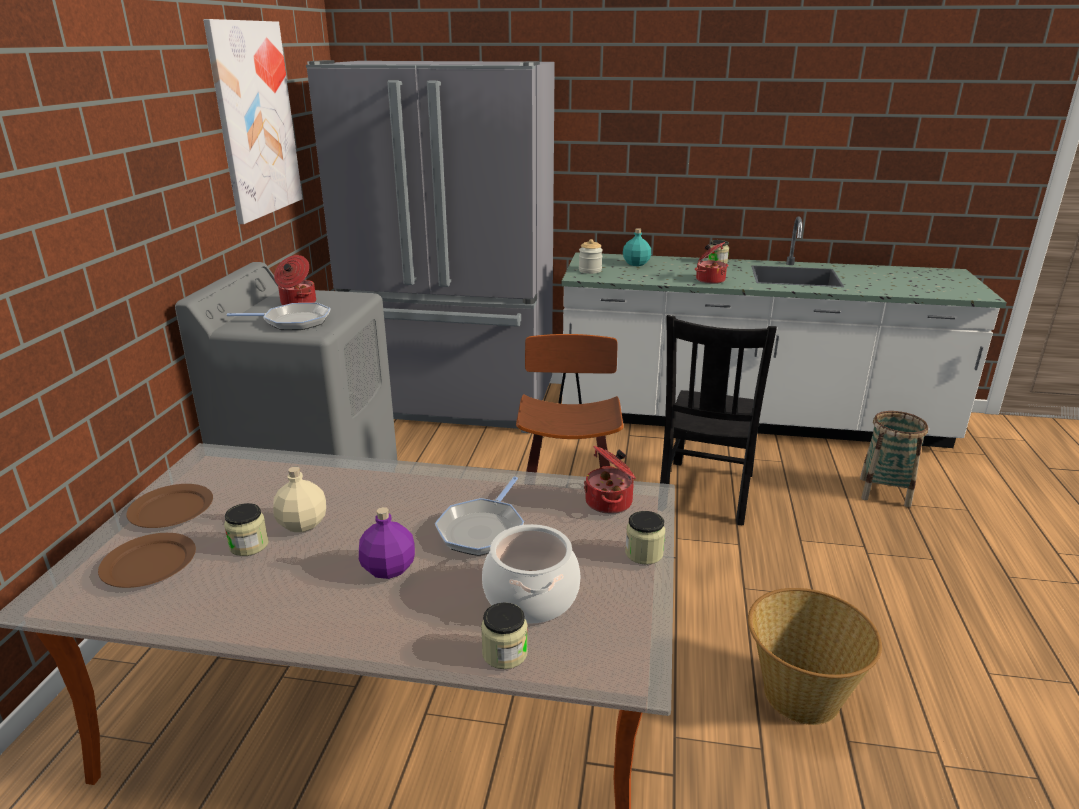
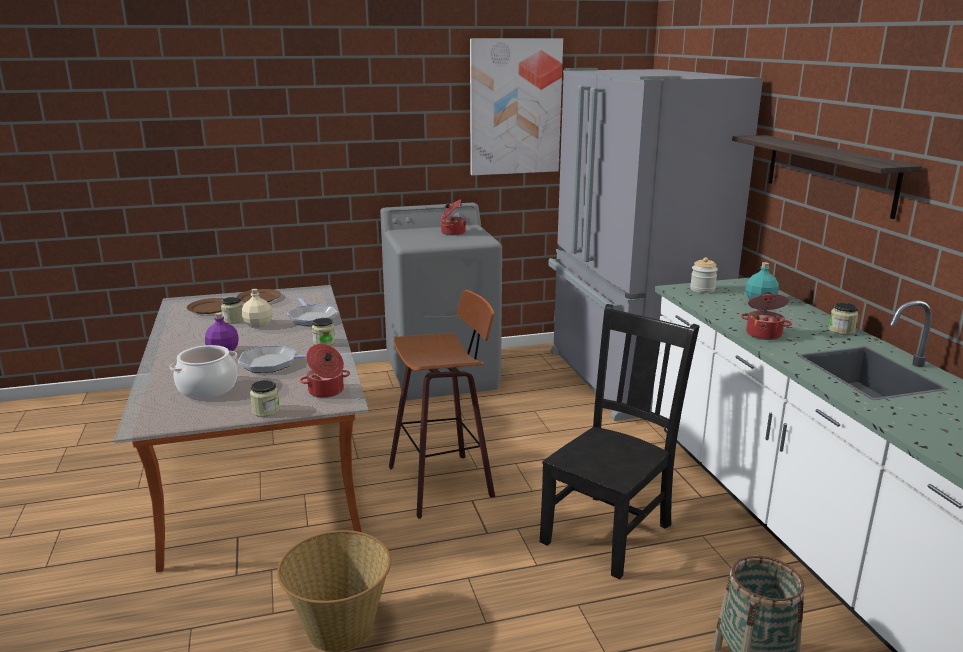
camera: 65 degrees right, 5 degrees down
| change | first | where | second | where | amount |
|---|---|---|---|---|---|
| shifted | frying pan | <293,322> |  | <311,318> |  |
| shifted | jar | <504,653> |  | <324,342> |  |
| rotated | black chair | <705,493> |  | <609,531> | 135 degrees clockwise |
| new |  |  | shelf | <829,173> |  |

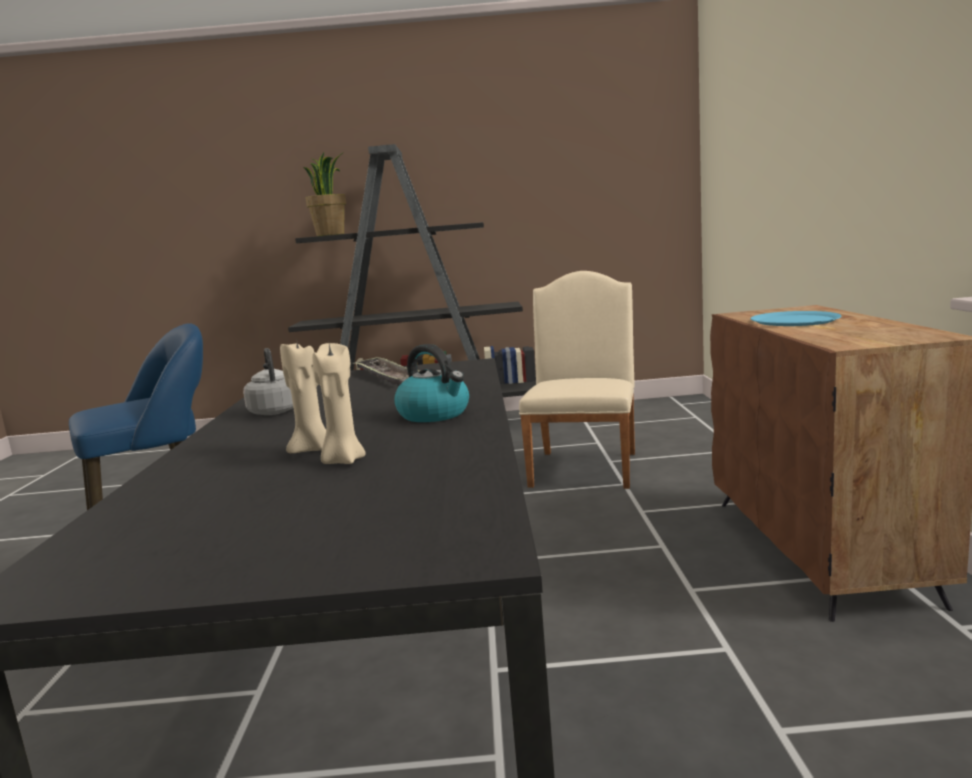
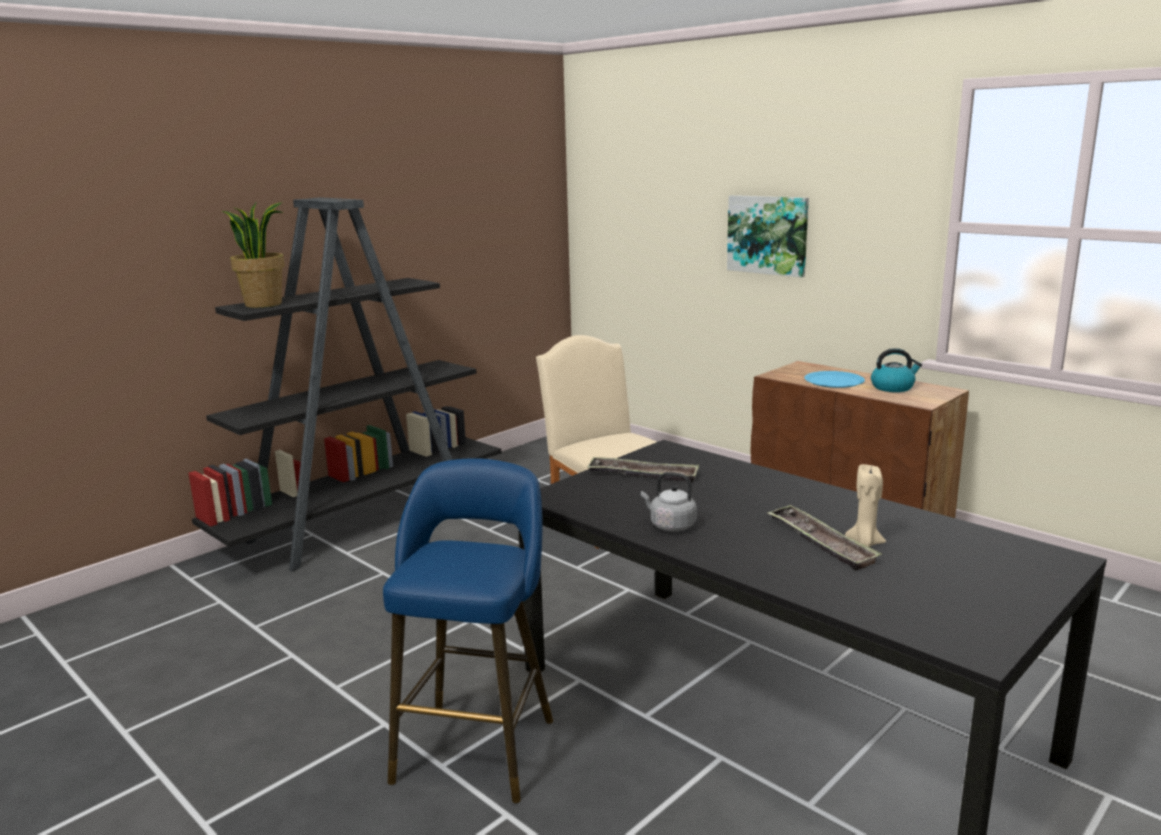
camera: 45 degrees left, 5 degrees up
| change | first | where | second | where | amount |
|---|---|---|---|---|---|
| swapped | beige candle | <313,450> | tray | <820,542> |  |
| shifted | kettle | <435,414> |  | <893,387> |  |
| new |  |  | picture | <768,235> |  |

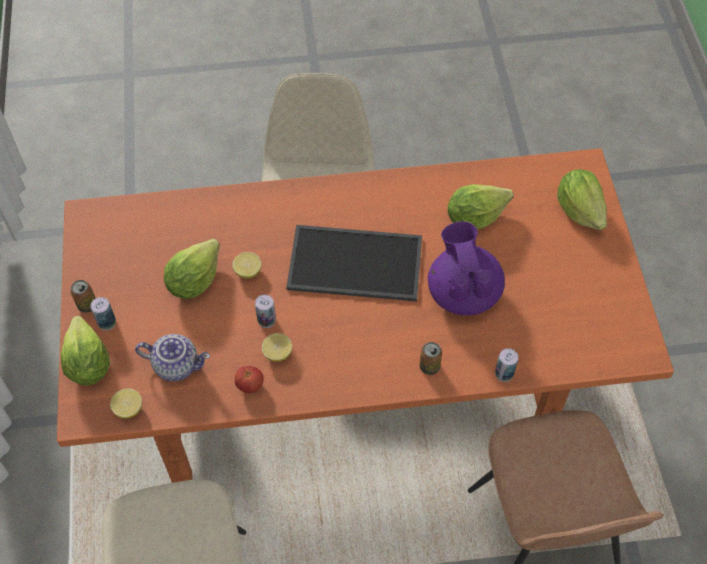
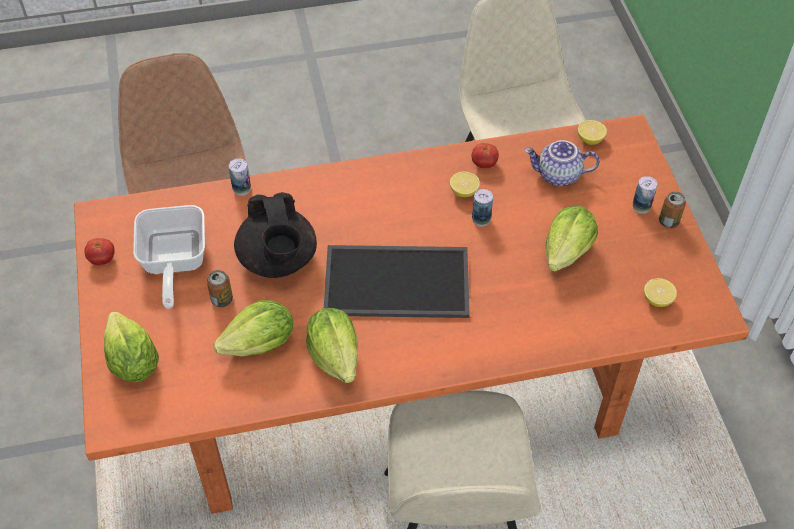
camera: 175 degrees right, 5 degrees down
| change | first | where | second | where | amount |
|---|---|---|---|---|---|
| shifted | lettuce | <88,364> |  | <335,356> |  |
| shifted | lemon | <248,271> |  | <657,300> |  |
| shifted | can | <429,366> |  | <222,300> |  |
| repainted | purple teapot | <463,292> | black teapot | <278,260> |  |
| new |  |  | tomato | <102,259> |  |
| new |  |  | frying pan | <173,263> |  |

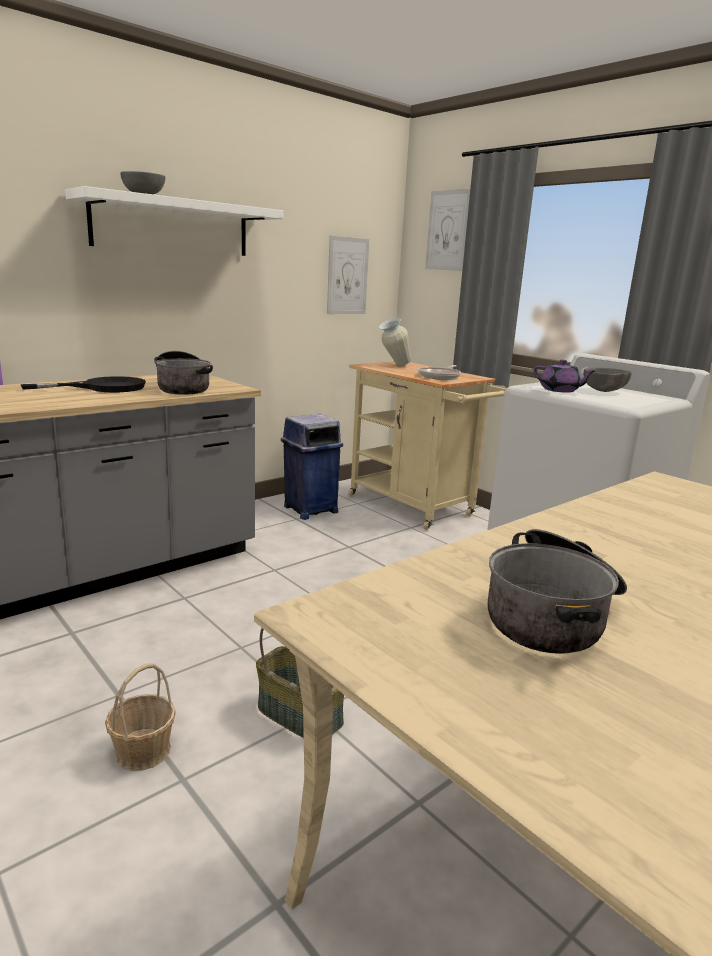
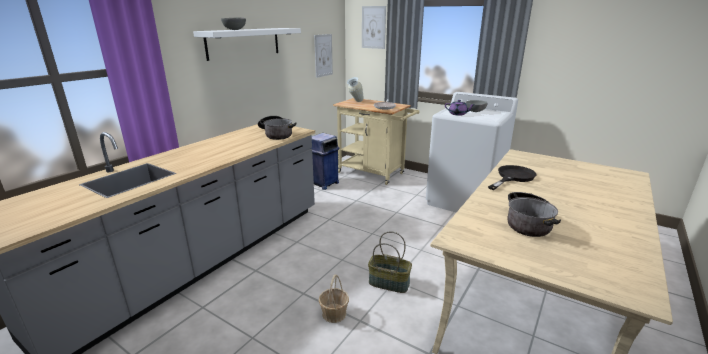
camera: 15 degrees left, 5 degrees up
| change | first | where | second | where | amount |
|---|---|---|---|---|---|
| shifted | black frying pan | <103,388> |  | <512,177> |  |

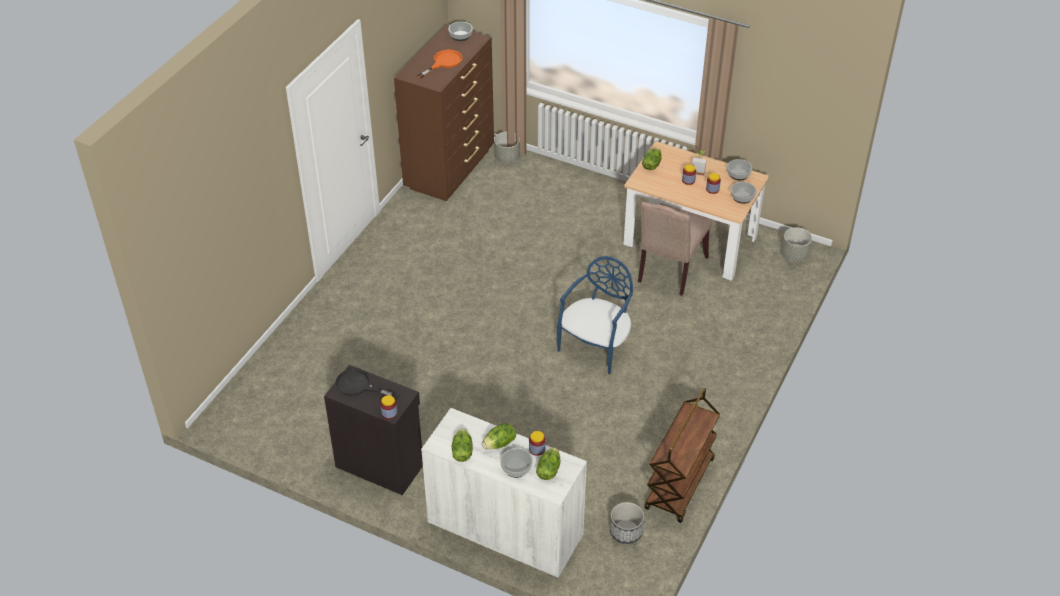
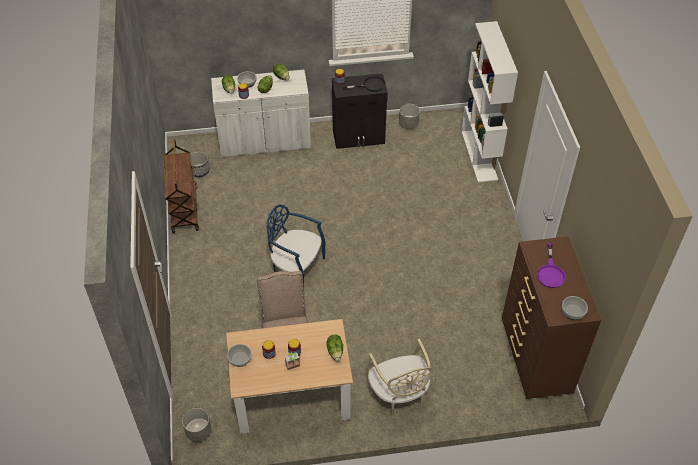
camera: 145 degrees right, 5 degrees up
| change | first | where | second | where | amount |
|---|---|---|---|---|---|
| repainted | orange frying pan | <444,62> | purple frying pan | <550,272> |  |
| shifted | grey planter | <507,158> |  | <408,124> |  |
| rotated | blue chair | <596,346> |  | <296,267> | 120 degrees clockwise |
| gone | bowl | <738,174> |  |  |  |
| new |  |  | beige chair | <399,395> |  |
| new |  |  | white bookcase | <479,155> |  |

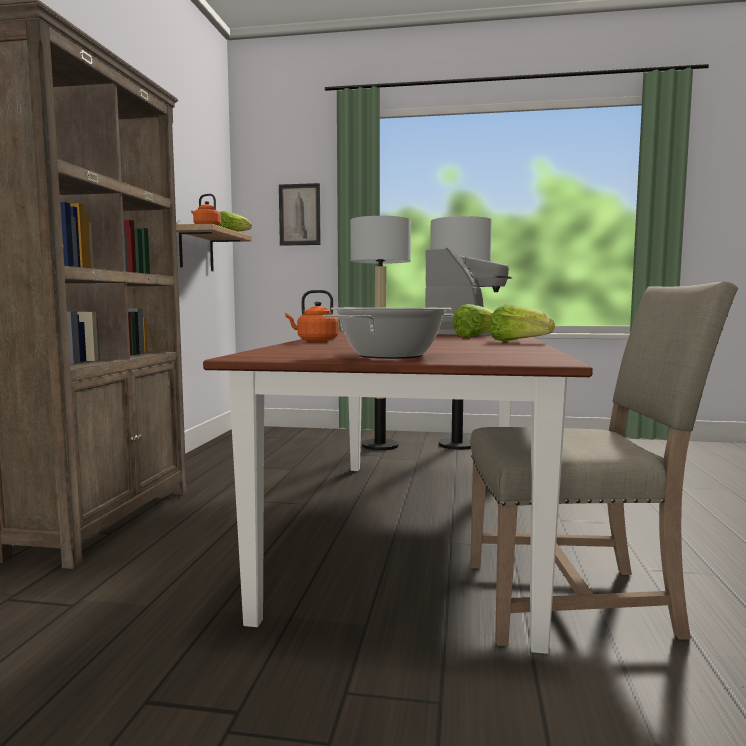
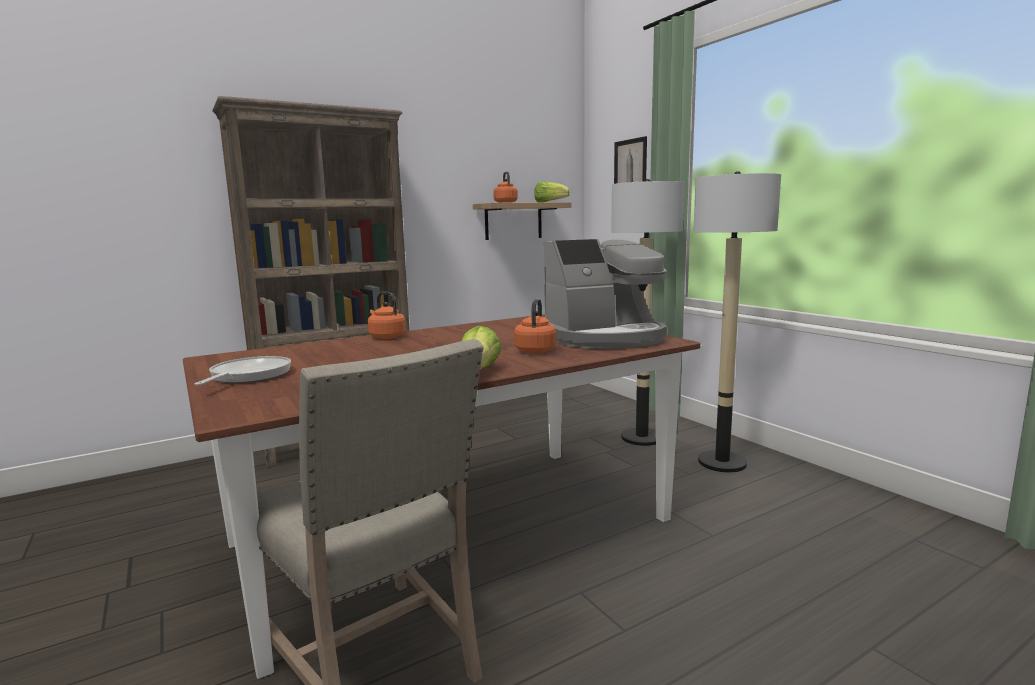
camera: 50 degrees right, 5 degrees up
| change | first | where | second | where | amount |
|---|---|---|---|---|---|
| swapped | cooking pot | <390,355> | frying pan | <248,376> |  |
| swapped | lettuce | <475,337> | orange kettle | <536,350> |  |

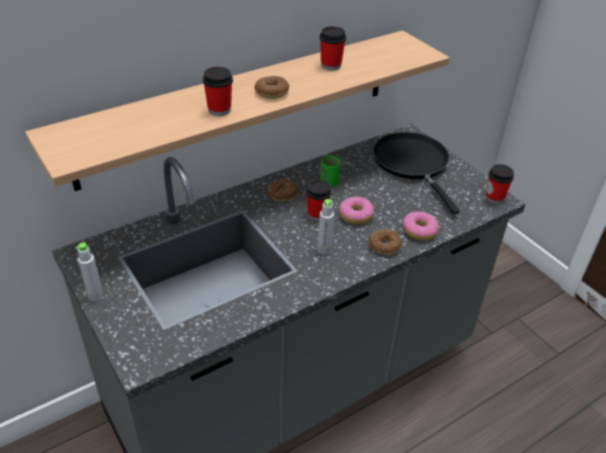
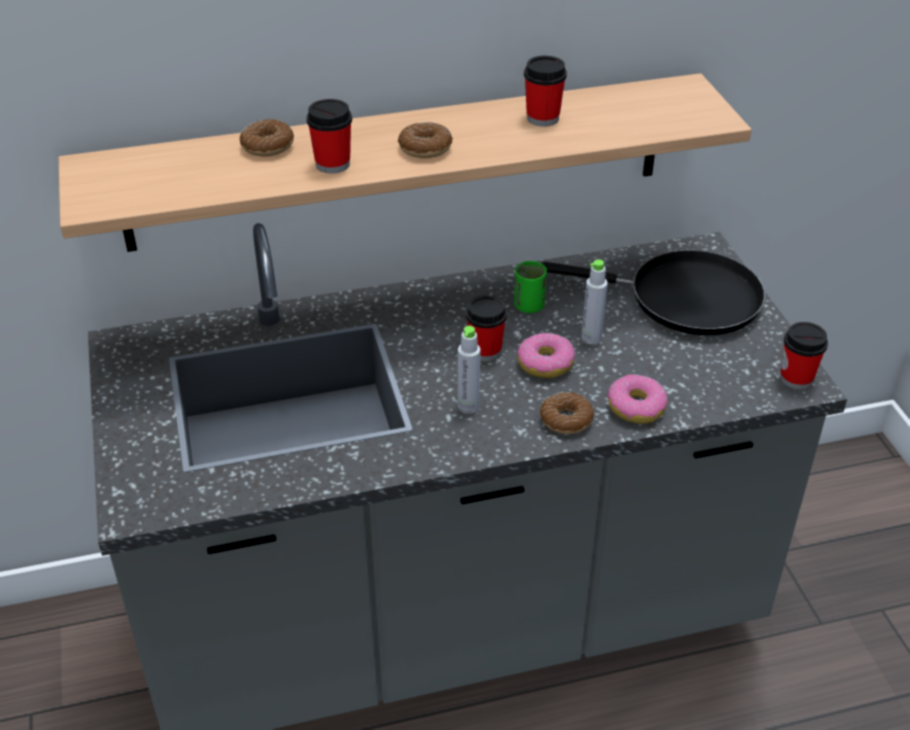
camera: 20 degrees right, 0 degrees up
| change | first | where | second | where | amount |
|---|---|---|---|---|---|
| shifted | grey bottle | <95,295> |  | <591,338> |  |
| shifted | donut | <282,194> |  | <268,146> |  |
| rotated | black frying pan | <413,164> |  | <684,299> | 105 degrees clockwise |

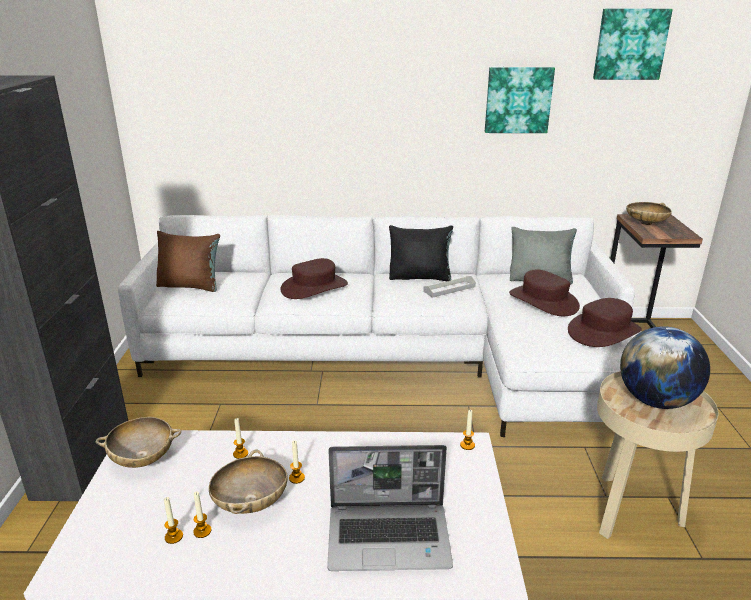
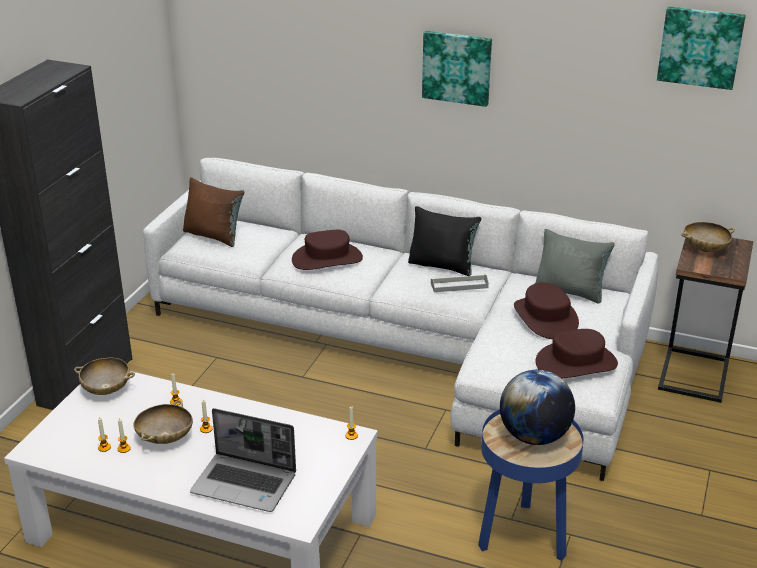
camera: 20 degrees right, 5 degrees up
| change | first | where | second | where | amount |
|---|---|---|---|---|---|
| shifted | picture | <518,100> |  | <457,67> |  |
| repainted | beige side table | <630,510> | blue side table | <523,536> |  |

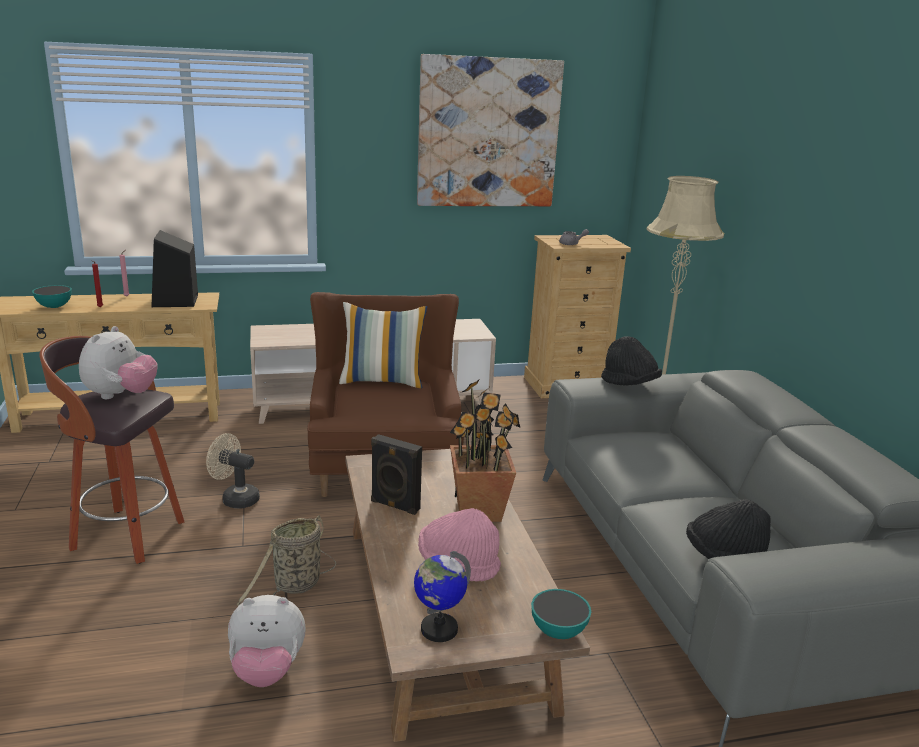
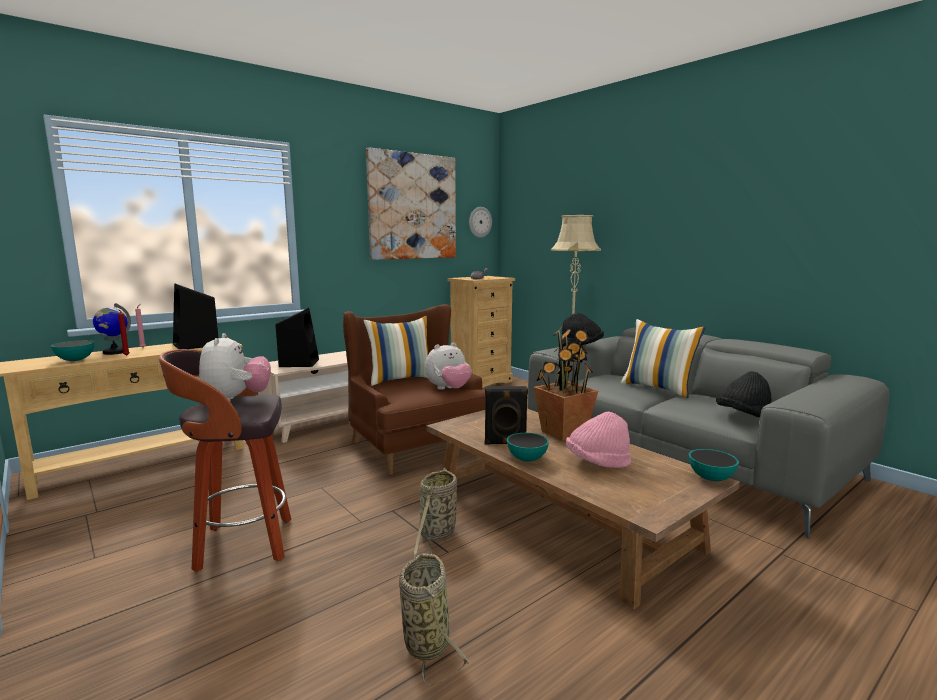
camera: 25 degrees left, 10 degrees down
| change | first | where | second | where | amount |
|---|---|---|---|---|---|
| gone | beige fan | <235,498> |  |  |  |
| shifted | plush toy | <267,671> |  | <448,389> |  |
| shifted | globe | <438,629> |  | <114,352> |  |
| new |  |  | black speaker | <299,363> |  |
| new |  |  | basket | <426,641> |  |
| new |  |  | wall clock | <480,222> |  |
| new |  |  | bowl | <527,459> |  |
| new |  |  | pillow | <658,388> |  |

